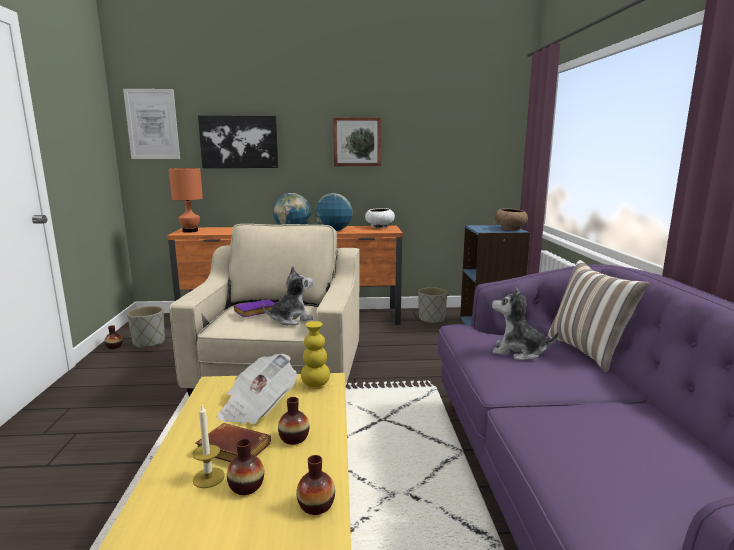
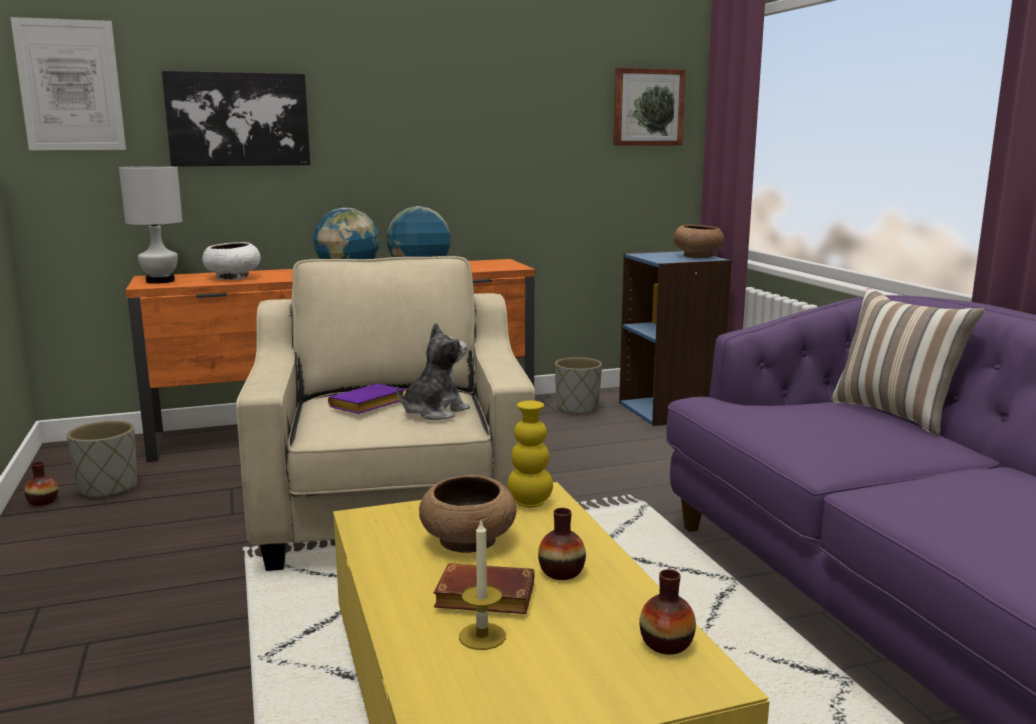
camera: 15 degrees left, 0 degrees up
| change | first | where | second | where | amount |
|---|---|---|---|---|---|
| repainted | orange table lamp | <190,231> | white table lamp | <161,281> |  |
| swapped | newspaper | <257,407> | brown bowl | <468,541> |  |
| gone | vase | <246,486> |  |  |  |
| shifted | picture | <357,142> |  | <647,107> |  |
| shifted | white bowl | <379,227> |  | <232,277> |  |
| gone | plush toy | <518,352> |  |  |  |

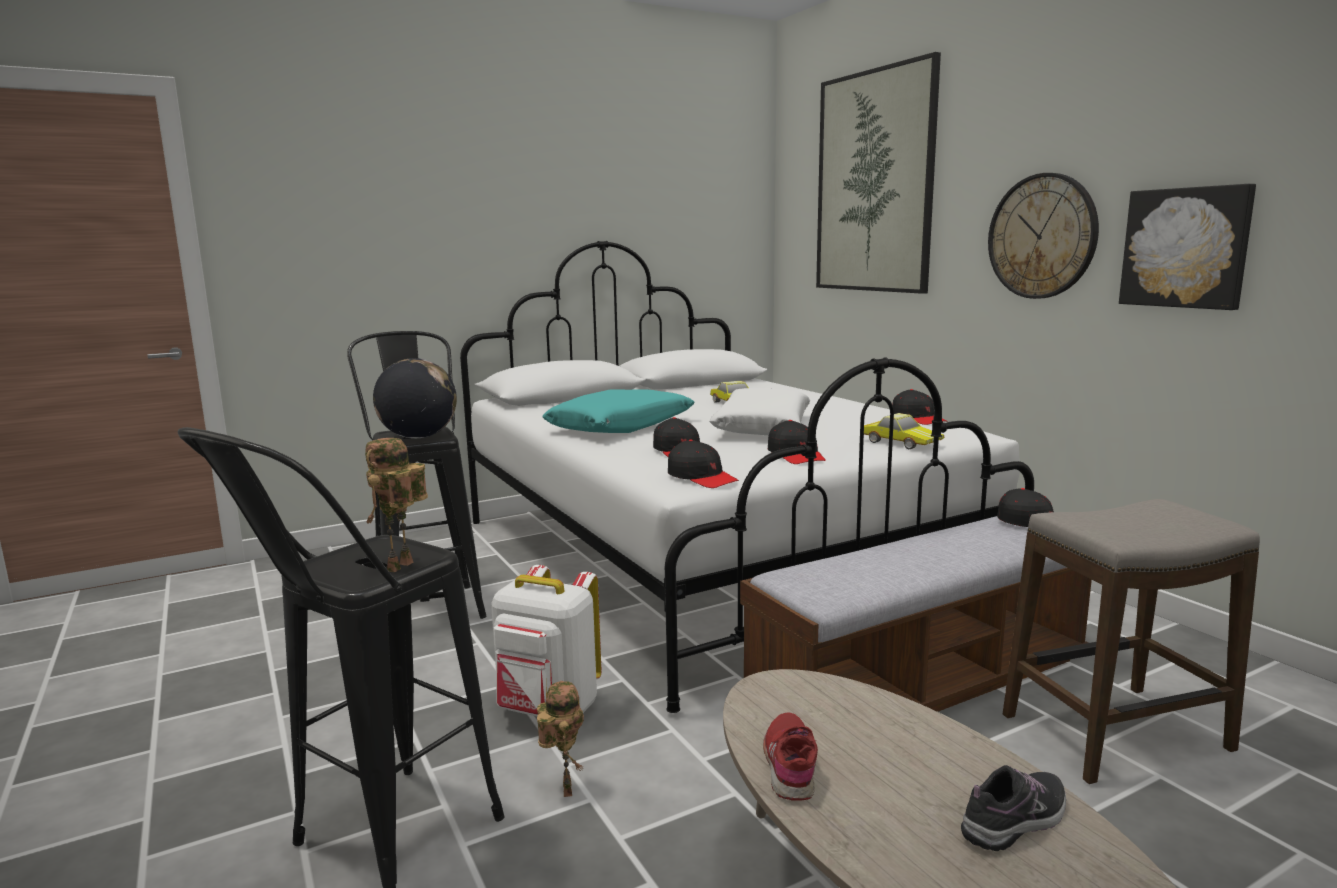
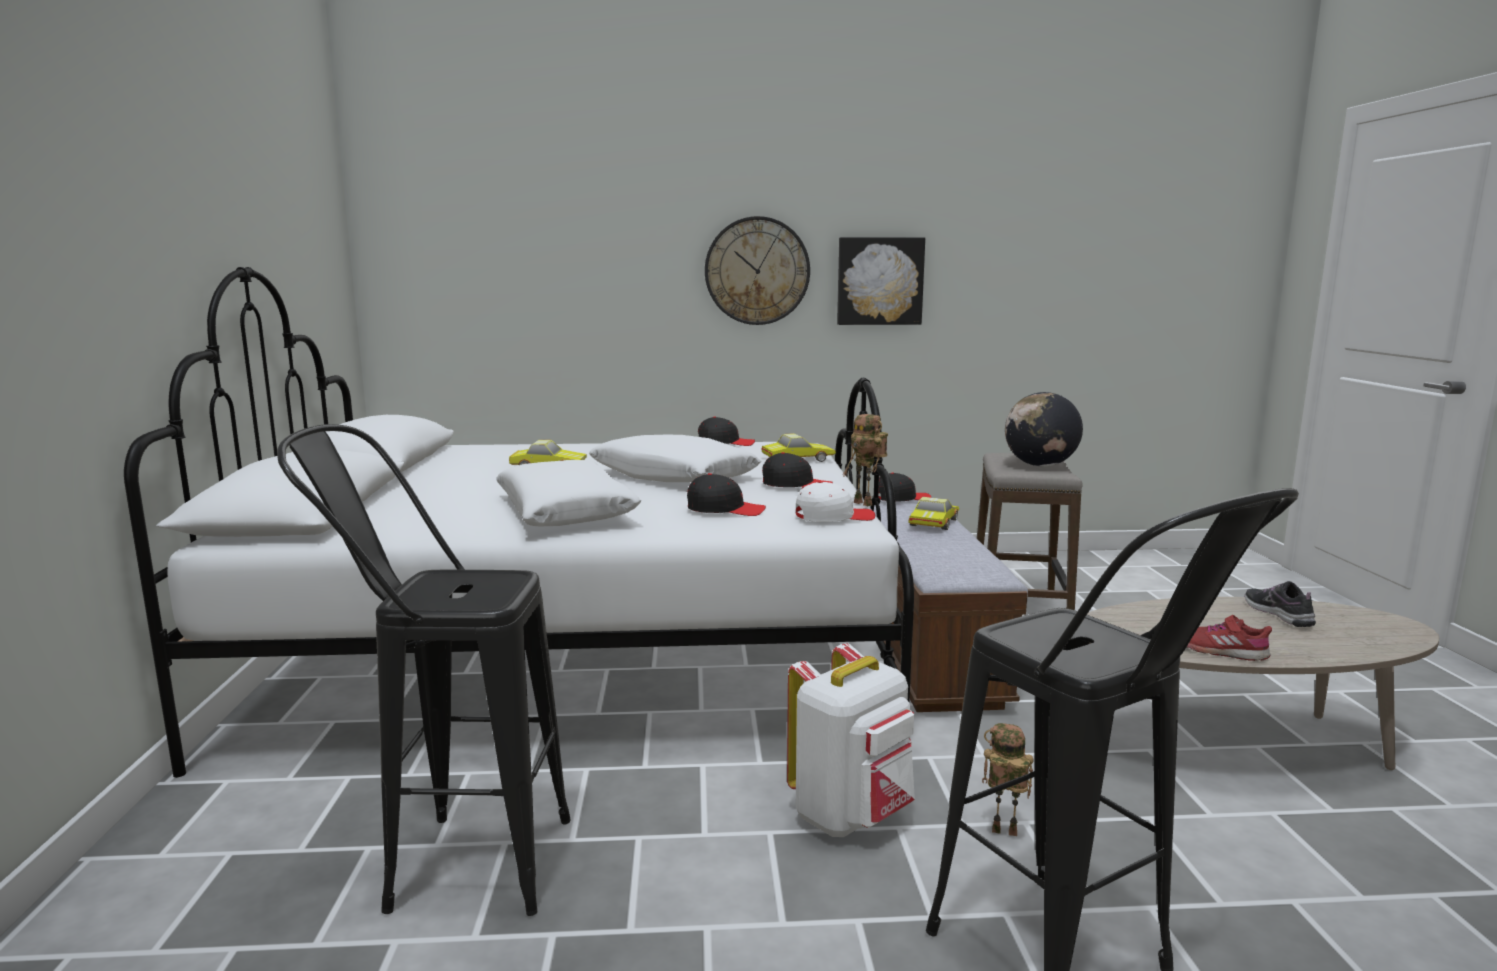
camera: 65 degrees left, 0 degrees up
| change | first | where | second | where | amount |
|---|---|---|---|---|---|
| shifted | toy robot | <401,568> |  | <865,503> |  |
| shifted | globe | <419,437> |  | <1040,465> |  |
| repainted | turquoise pillow | <621,426> | white pillow | <566,511> |  |
| repainted | black cap | <702,478> | white cap | <833,517> |  |
| gone | picture | <874,182> |  |  |  |
| new |  |  | toy car | <932,522> |  |

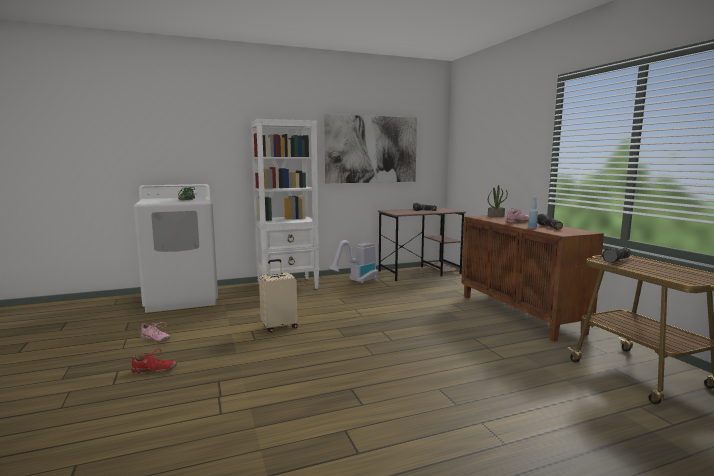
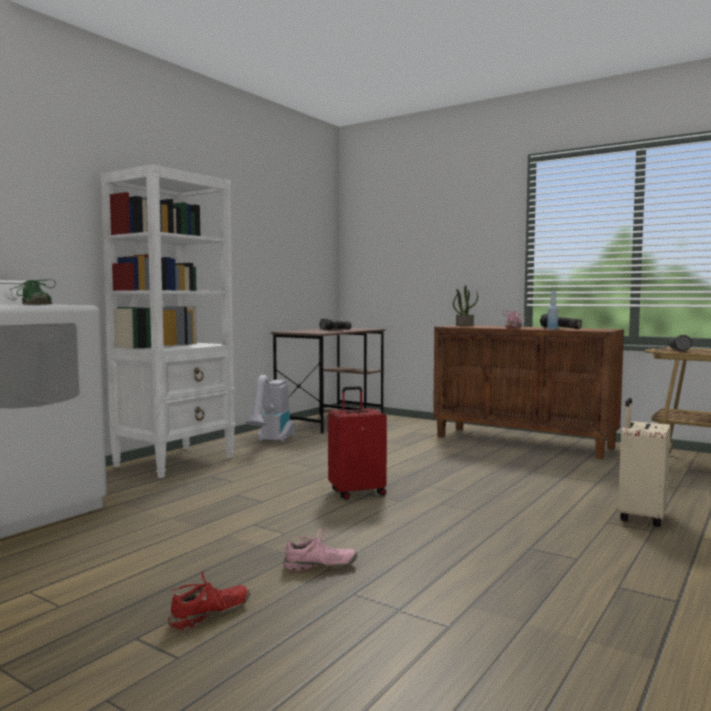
camera: 35 degrees left, 5 degrees down
| change | first | where | second | where | amount |
|---|---|---|---|---|---|
| shifted | pink shoe | <155,339> |  | <320,566> |  |
| shifted | beige suitcase | <279,326> |  | <640,517> |  |
| gone | picture | <371,149> |  |  |  |
| new |  |  | red suitcase | <357,493> |  |

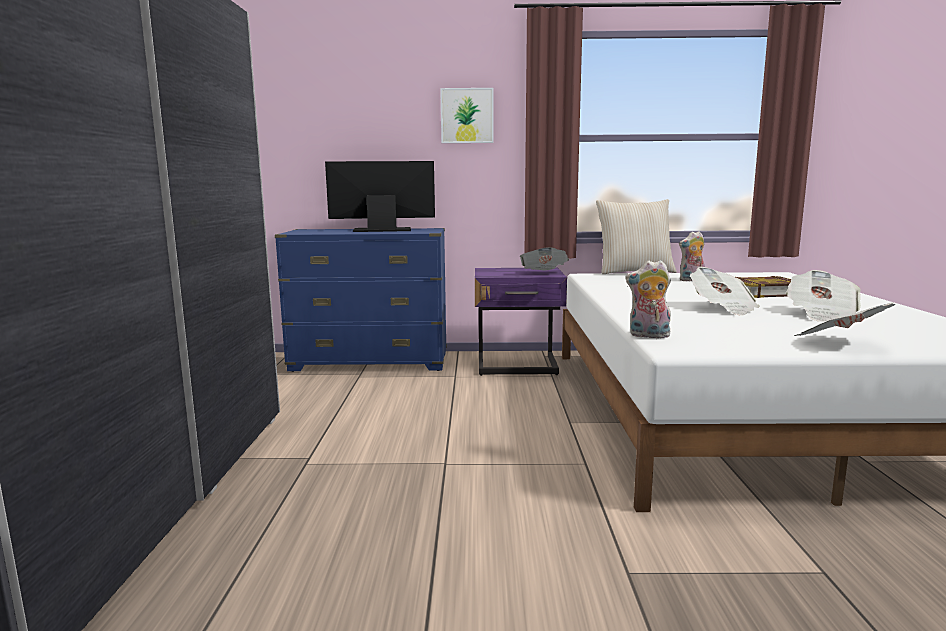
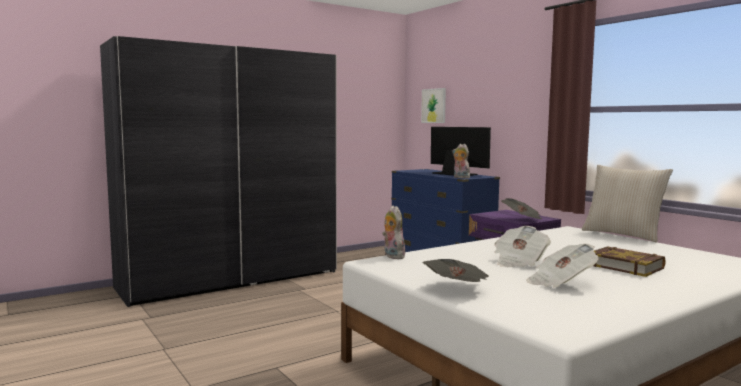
camera: 55 degrees right, 5 degrees down
| change | first | where | second | where | amount |
|---|---|---|---|---|---|
| shifted | picture | <467,116> |  | <434,105> |  |
| shifted | plush toy | <691,280> |  | <460,177> |  |

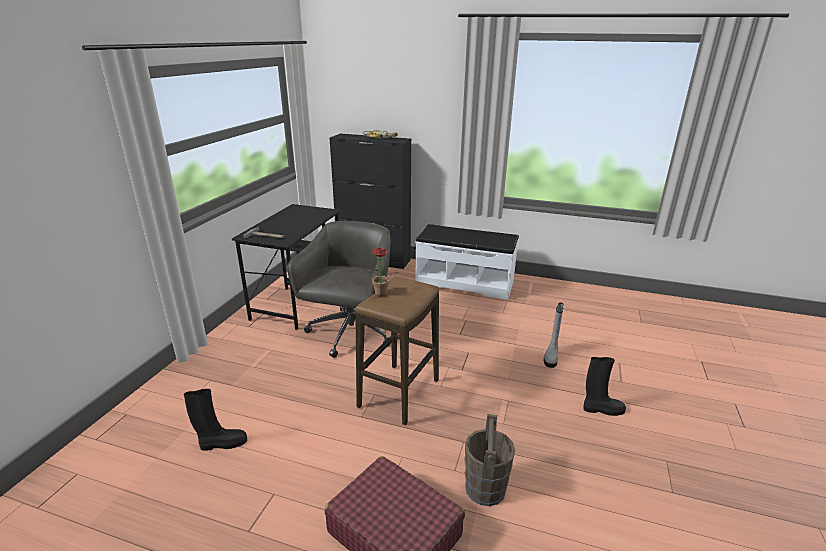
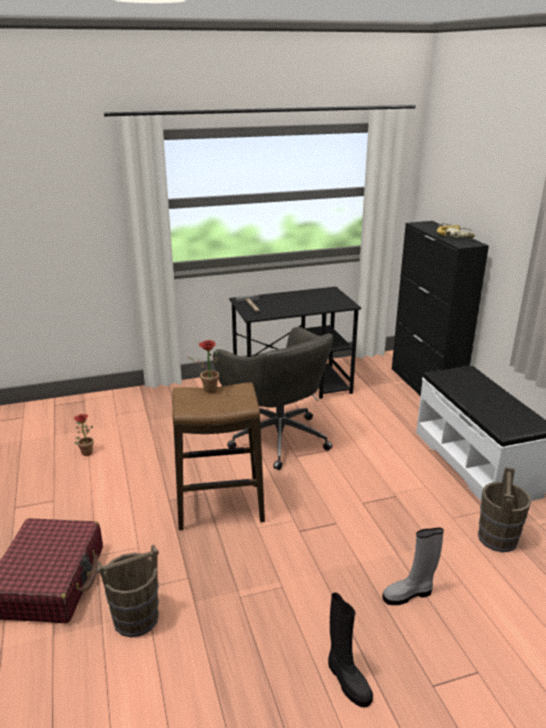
camera: 55 degrees right, 0 degrees up
| change | first | where | second | where | amount |
|---|---|---|---|---|---|
| swapped | black boot | <222,443> | potted plant | <85,452> |  |
| rotated | grey office chair | <350,333> |  | <277,437> | 75 degrees clockwise |
| new |  |  | brown bucket | <497,538> |  |

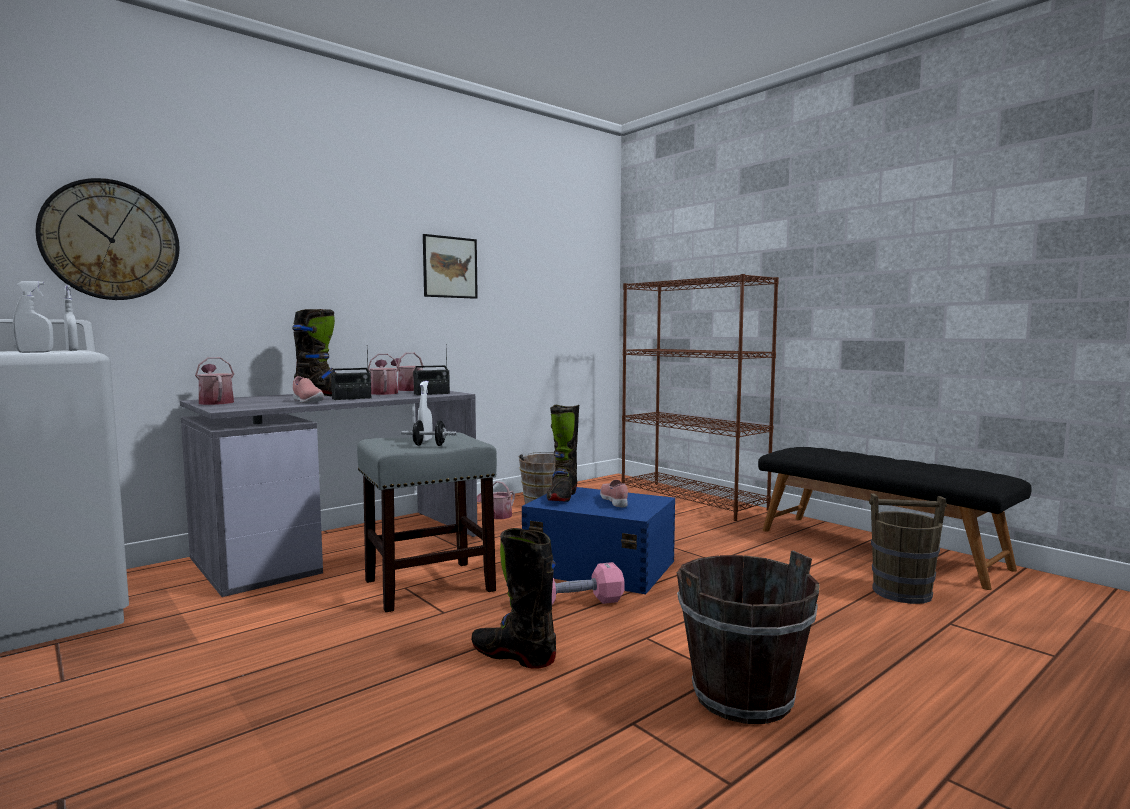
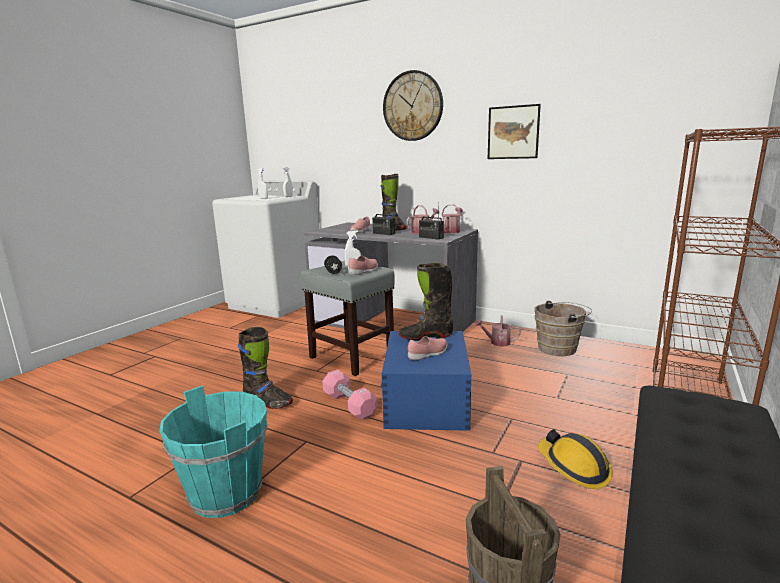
camera: 70 degrees right, 10 degrees up
| change | first | where | second | where | amount |
|---|---|---|---|---|---|
| shifted | wall clock | <111,240> |  | <413,106> |  |
| gone | watering can | <215,402> |  |  |  |
| rotated | black boot | <513,656> |  | <268,402> | 105 degrees clockwise |
| repainted | brown bucket | <742,696> | turquoise bucket | <226,493> |  |
| new |  |  | pink shoe | <364,271> |  |
| new |  |  | hard hat | <573,467> |  |

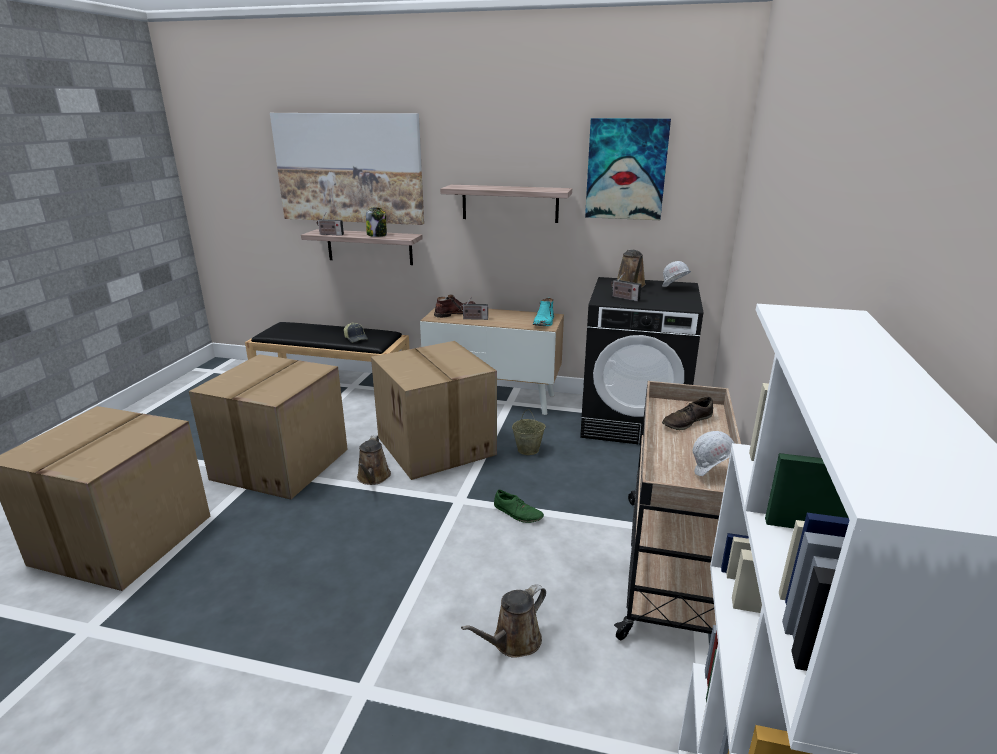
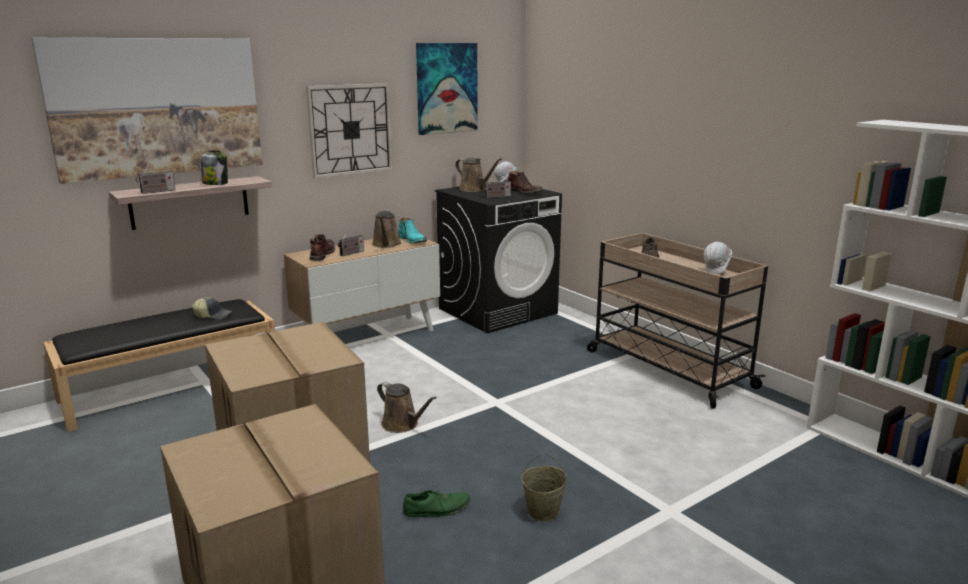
camera: 50 degrees left, 5 degrees down
| change | first | where | second | where | amount |
|---|---|---|---|---|---|
| gone | cardboard box | <438,446> |  |  |  |
| swapped | shelf | <510,203> | wall clock | <350,130> |  |
| shifted | brown watering can | <513,642> |  | <386,244> |  |
| shifted | green shoe | <518,513> |  | <437,509> |  |
| shifted | beige bucket | <528,449> |  | <543,511> |  |
| new |  |  | brown boot | <524,192> |  |

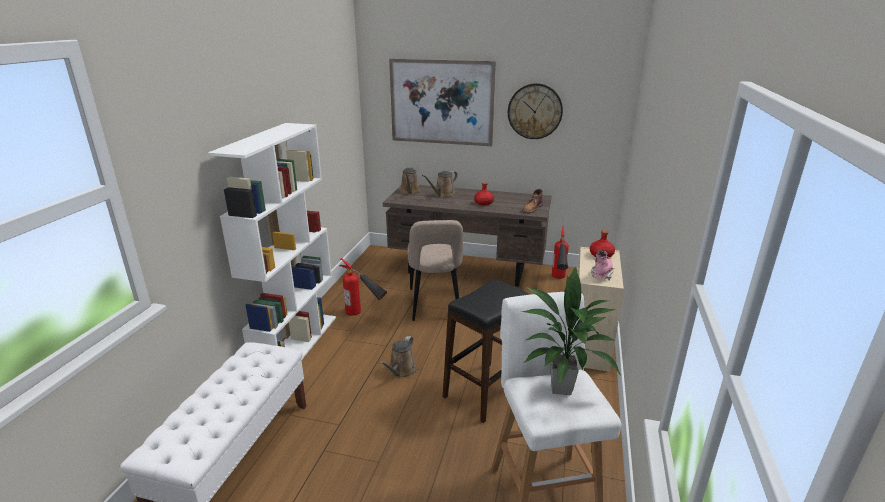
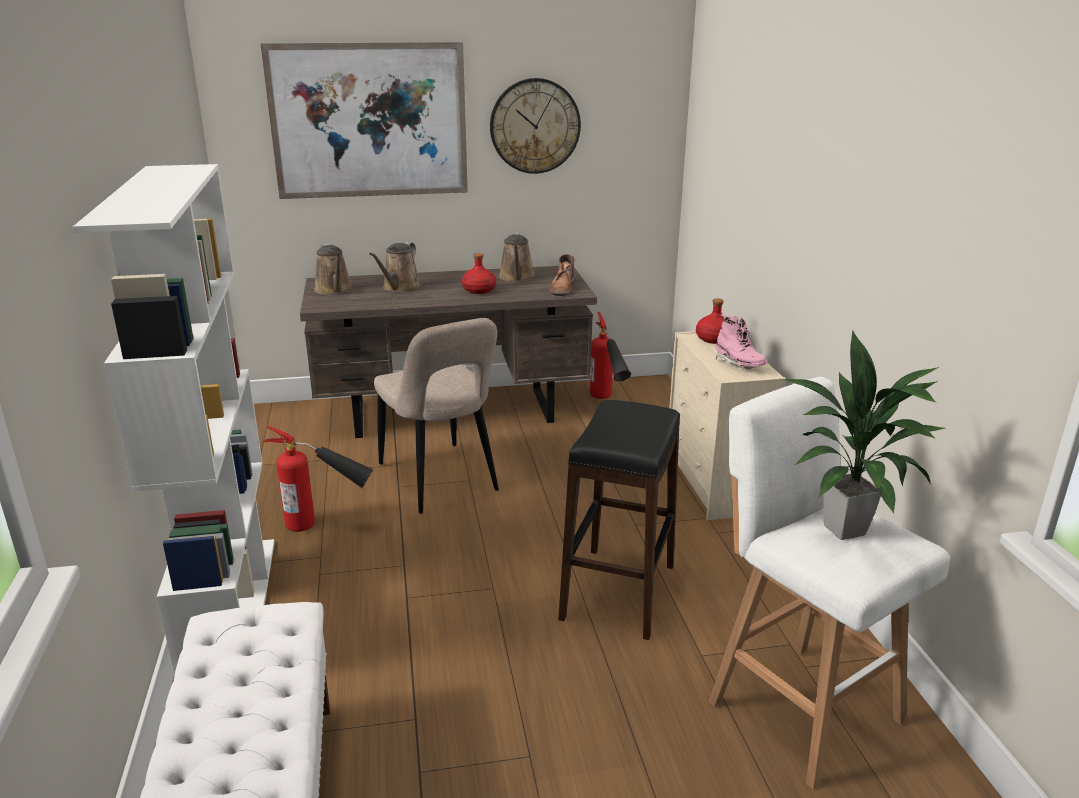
camera: 25 degrees left, 0 degrees up
| change | first | where | second | where | amount |
|---|---|---|---|---|---|
| shifted | brown watering can | <401,371> |  | <517,277> |  |
| rotated | pink boot | <602,274> |  | <739,364> | 150 degrees clockwise |

